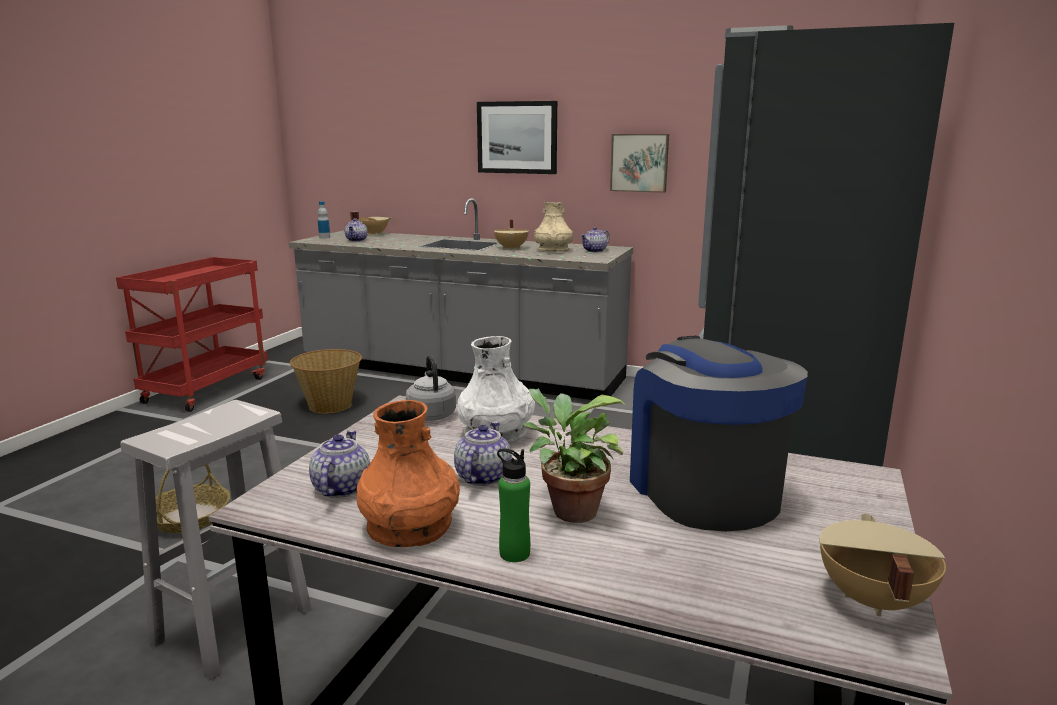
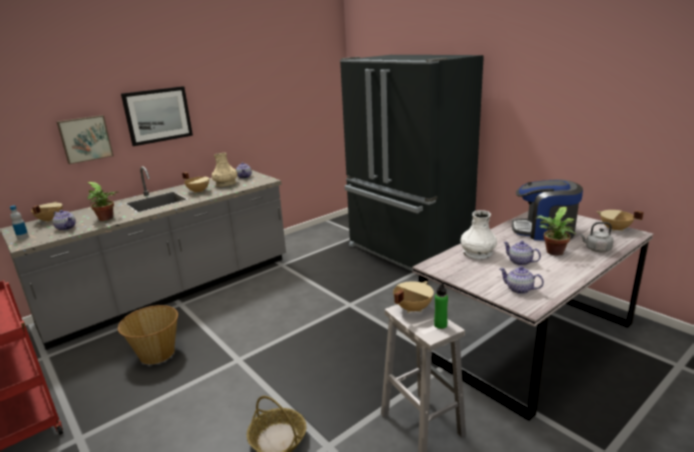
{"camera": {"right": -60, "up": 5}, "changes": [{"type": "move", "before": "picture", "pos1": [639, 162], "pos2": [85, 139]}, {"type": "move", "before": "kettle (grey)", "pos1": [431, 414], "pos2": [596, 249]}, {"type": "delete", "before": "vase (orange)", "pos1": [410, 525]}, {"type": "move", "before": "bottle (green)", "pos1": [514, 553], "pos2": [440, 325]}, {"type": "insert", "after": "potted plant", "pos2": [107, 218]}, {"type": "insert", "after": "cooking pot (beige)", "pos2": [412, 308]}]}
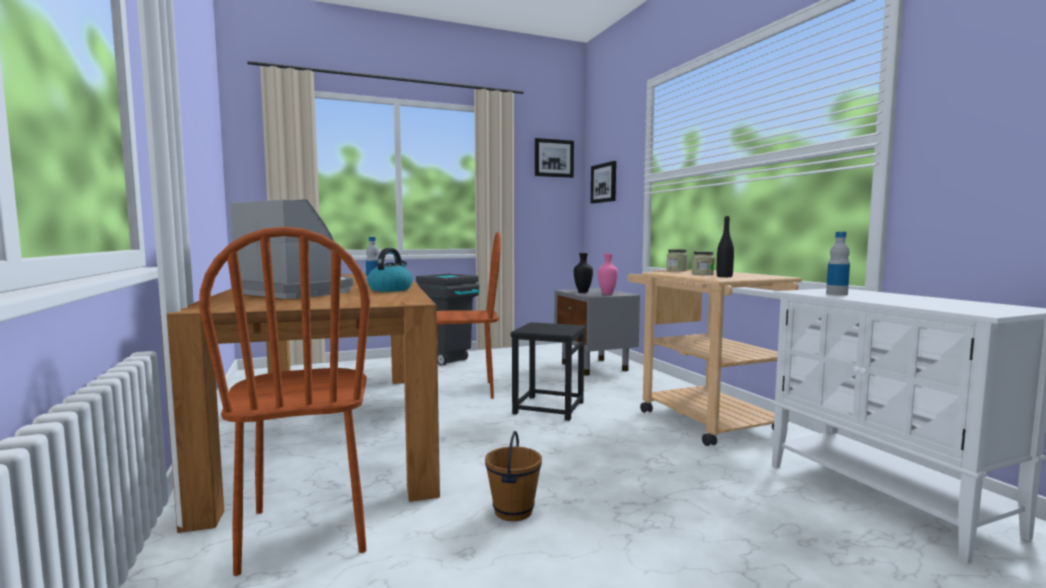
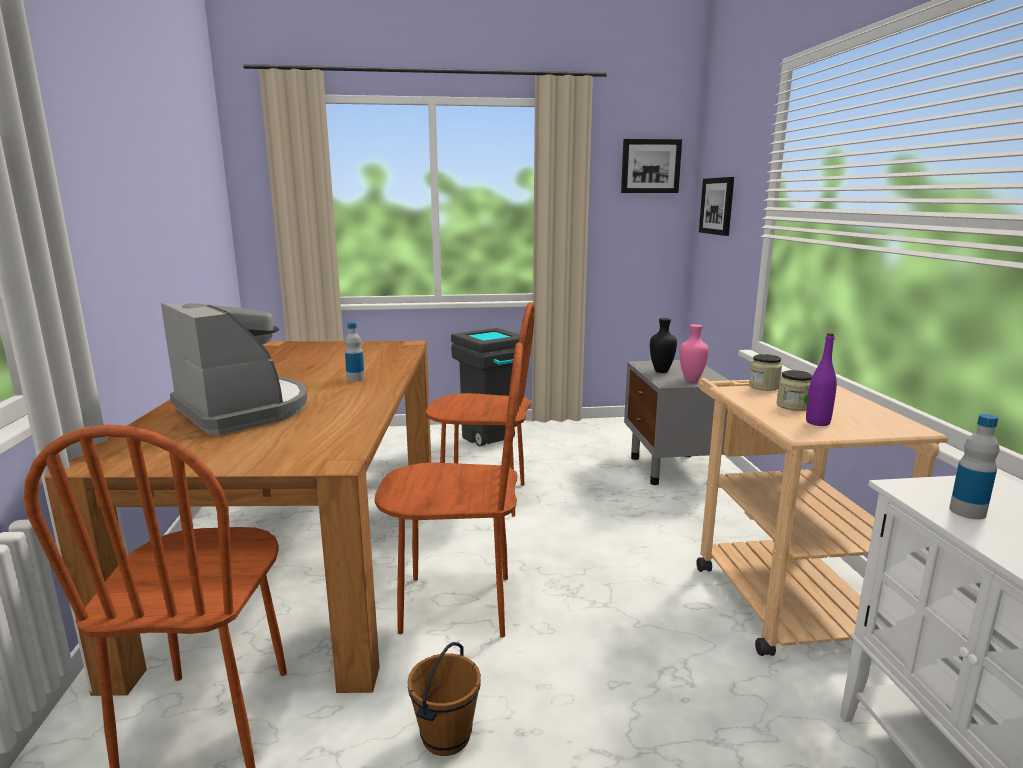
{"camera": {"right": 15, "up": 10}, "changes": [{"type": "recolor", "before": "bottle (black)", "after": "bottle (purple)", "pos1": [724, 276], "pos2": [817, 422]}, {"type": "delete", "before": "kettle", "pos1": [390, 289]}, {"type": "delete", "before": "stool (black)", "pos1": [548, 408]}, {"type": "insert", "after": "chair (brown)", "pos2": [456, 604]}]}
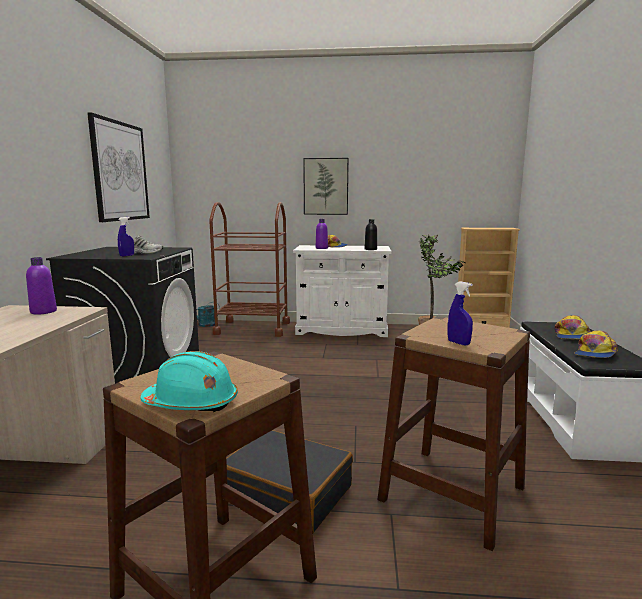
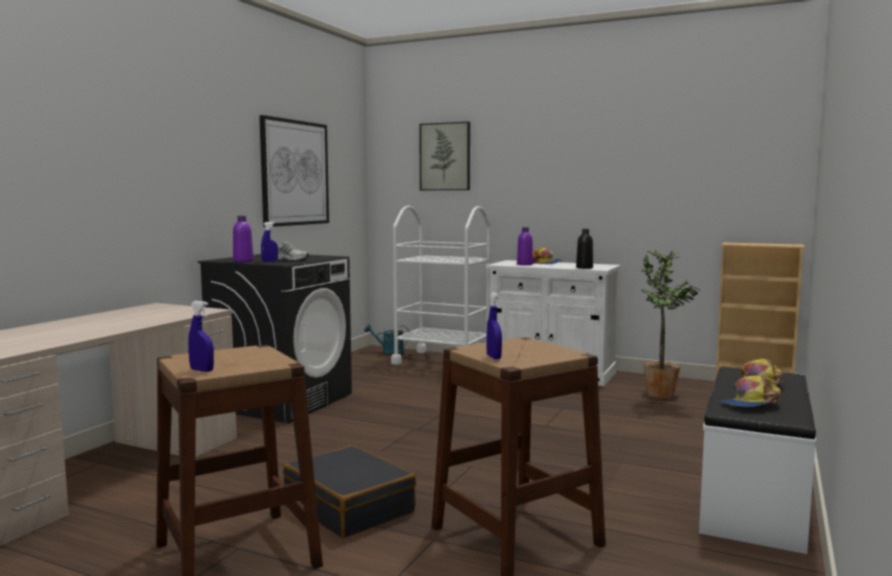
{"camera": {"right": 20, "up": -5}, "changes": [{"type": "move", "before": "picture", "pos1": [326, 186], "pos2": [445, 156]}, {"type": "recolor", "before": "cart (brown)", "after": "cart (white)", "pos1": [253, 328], "pos2": [442, 361]}, {"type": "move", "before": "bottle (purple)", "pos1": [43, 311], "pos2": [243, 261]}, {"type": "replace", "before": "hard hat (turquoise)", "after": "spray bottle (blue)", "pos1": [192, 403], "pos2": [202, 370]}]}
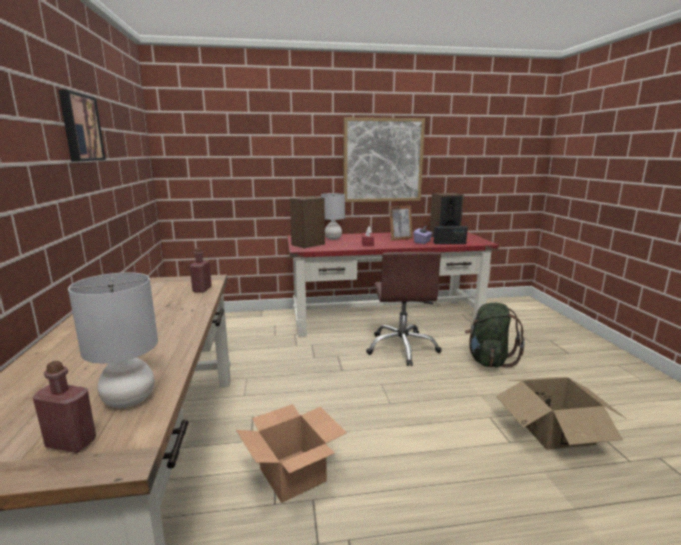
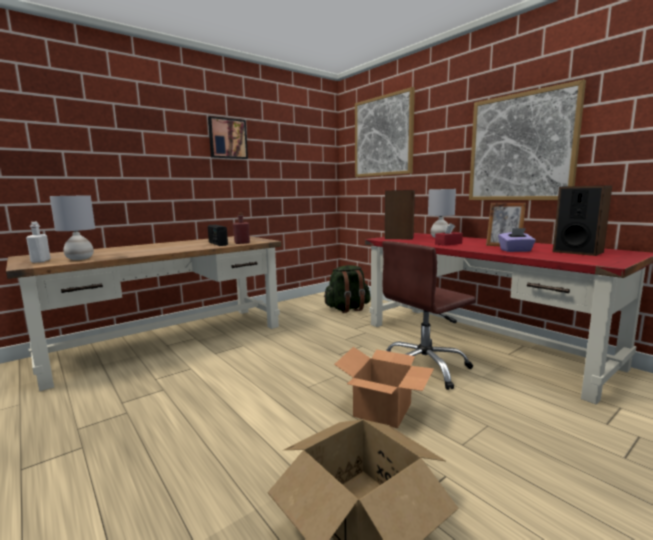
{"camera": {"right": 60, "up": -5}, "changes": [{"type": "move", "before": "radio", "pos1": [449, 243], "pos2": [217, 244]}, {"type": "move", "before": "backpack (green)", "pos1": [488, 360], "pos2": [347, 309]}, {"type": "recolor", "before": "bottle (red)", "after": "bottle (white)", "pos1": [71, 443], "pos2": [41, 261]}, {"type": "move", "before": "cardboard box", "pos1": [291, 474], "pos2": [382, 409]}, {"type": "insert", "after": "picture", "pos2": [383, 136]}]}
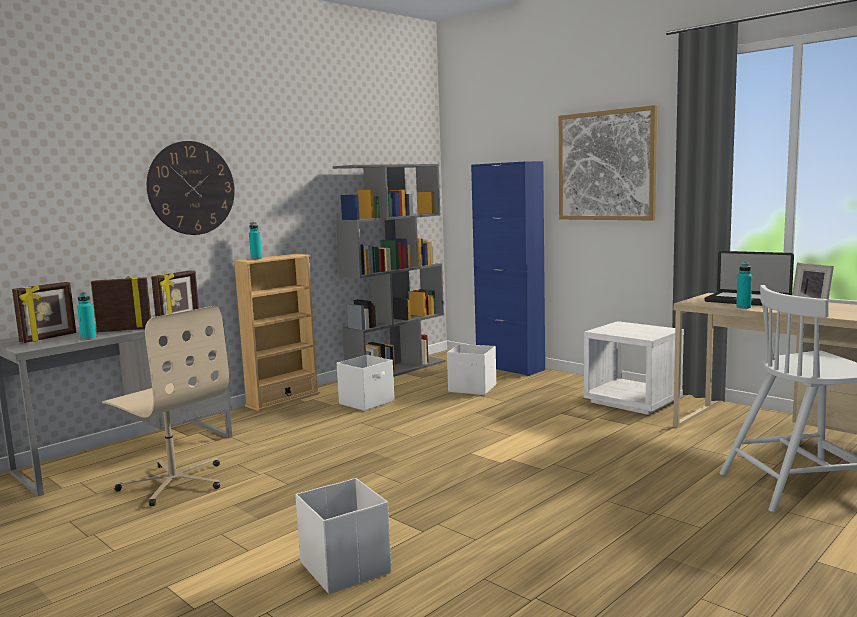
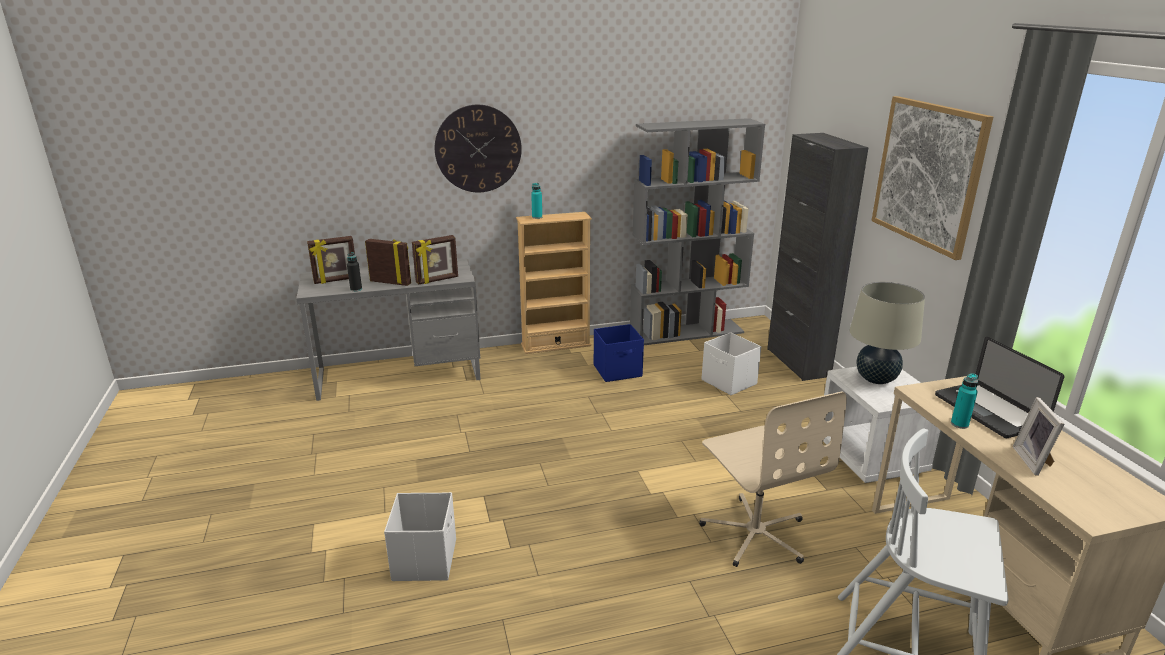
{"camera": {"right": 30, "up": 15}, "changes": [{"type": "recolor", "before": "cabinet (blue)", "after": "cabinet (black)", "pos1": [510, 368], "pos2": [798, 362]}, {"type": "recolor", "before": "bottle (turquoise)", "after": "bottle (black)", "pos1": [88, 338], "pos2": [356, 289]}, {"type": "move", "before": "office chair (beige)", "pos1": [174, 482], "pos2": [755, 533]}, {"type": "recolor", "before": "storage box (white)", "after": "storage box (blue)", "pos1": [367, 402], "pos2": [618, 371]}, {"type": "insert", "after": "table lamp (beige)", "pos2": [876, 379]}]}
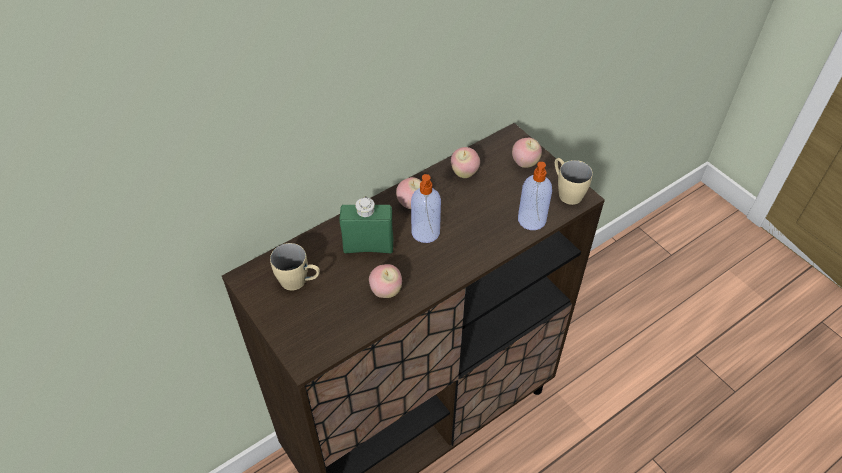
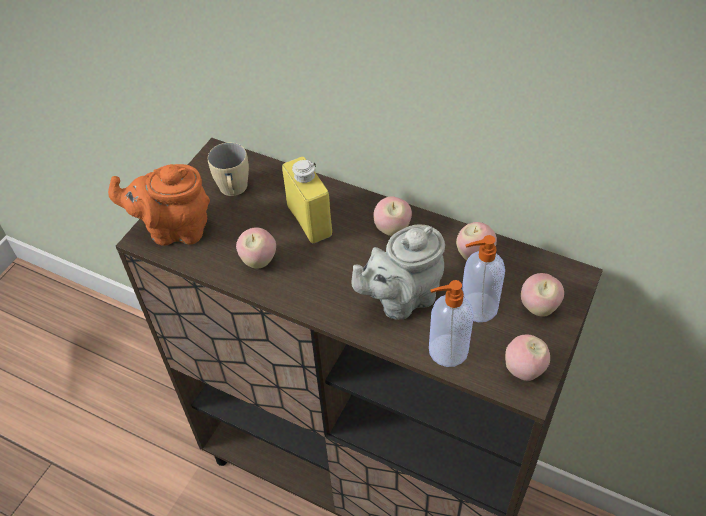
{"camera": {"right": 65, "up": 0}, "changes": [{"type": "replace", "before": "mug (beige)", "after": "apple", "pos1": [566, 192], "pos2": [523, 370]}, {"type": "move", "before": "soap dispenser", "pos1": [425, 233], "pos2": [477, 307]}, {"type": "recolor", "before": "bottle (green)", "after": "bottle (yellow)", "pos1": [368, 246], "pos2": [309, 221]}, {"type": "insert", "after": "teapot (orange)", "pos2": [175, 229]}, {"type": "insert", "after": "teapot (grey)", "pos2": [401, 299]}]}
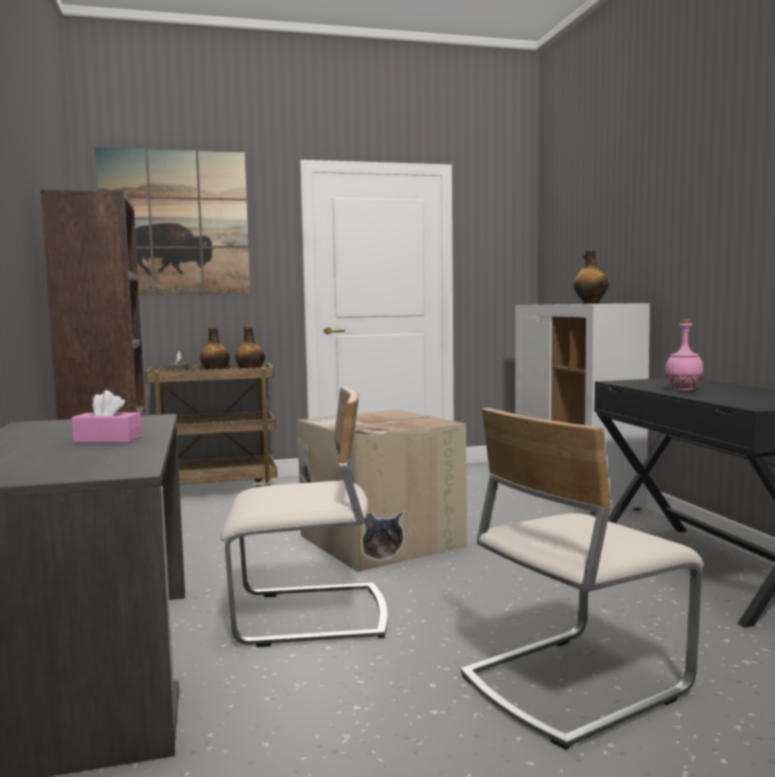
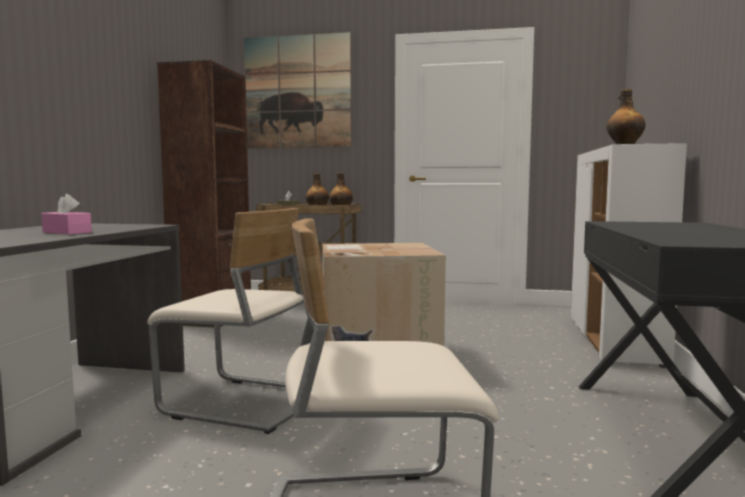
{"camera": {"right": 25, "up": 0}, "changes": [{"type": "delete", "before": "bottle (pink)", "pos1": [683, 390]}]}
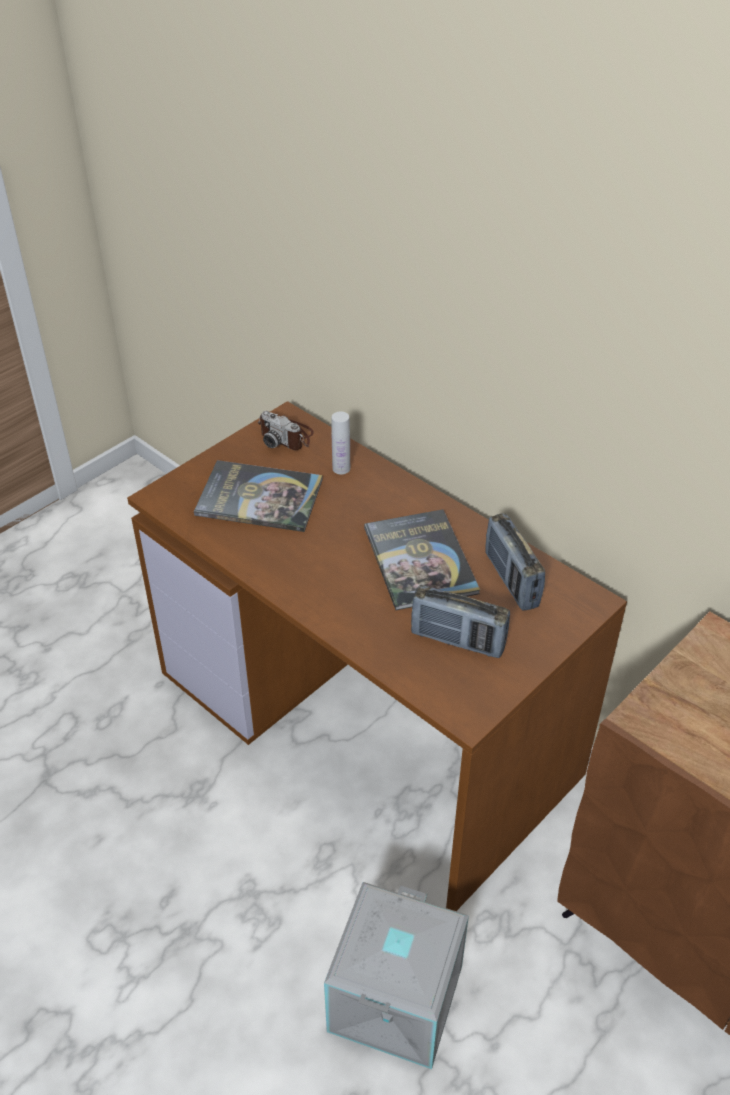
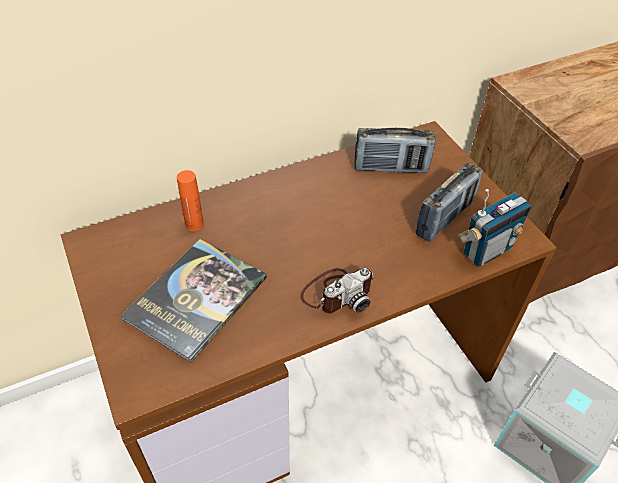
{"camera": {"right": -70, "up": 5}, "changes": [{"type": "move", "before": "photo camera", "pos1": [286, 436], "pos2": [337, 293]}, {"type": "recolor", "before": "bottle (white)", "after": "bottle (orange)", "pos1": [341, 468], "pos2": [194, 224]}, {"type": "delete", "before": "book", "pos1": [420, 560]}, {"type": "insert", "after": "radio", "pos2": [486, 250]}]}
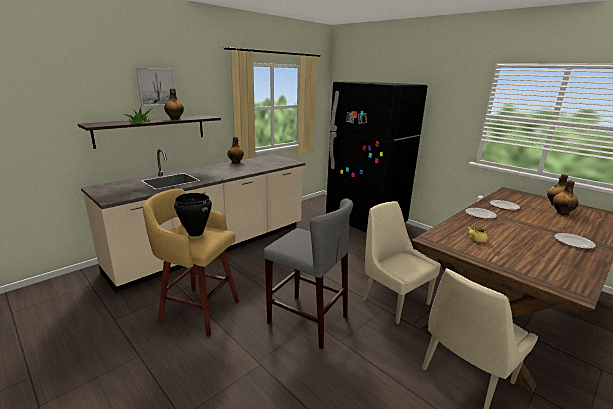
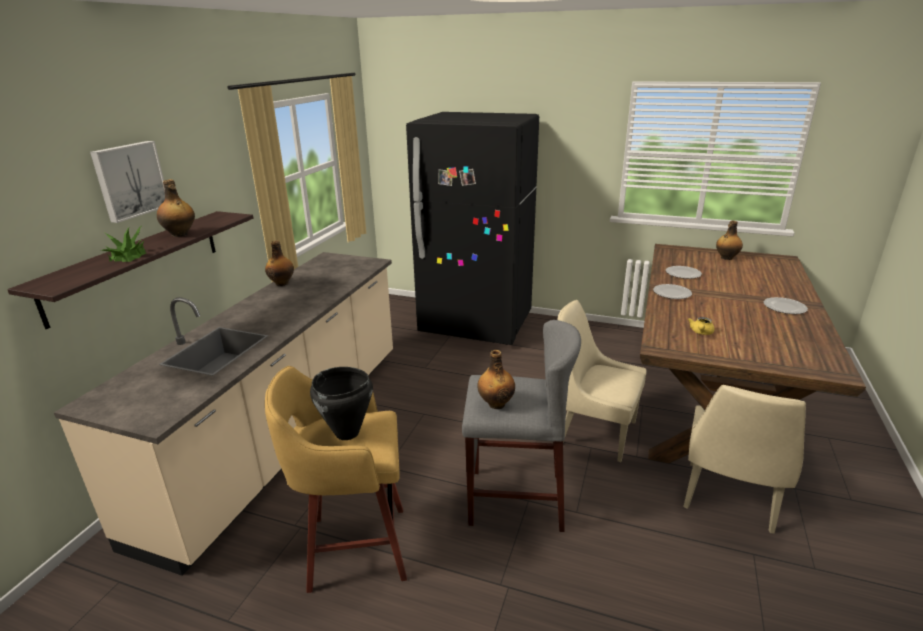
{"camera": {"right": -25, "up": 5}, "changes": [{"type": "move", "before": "bottle", "pos1": [561, 213], "pos2": [496, 404]}]}
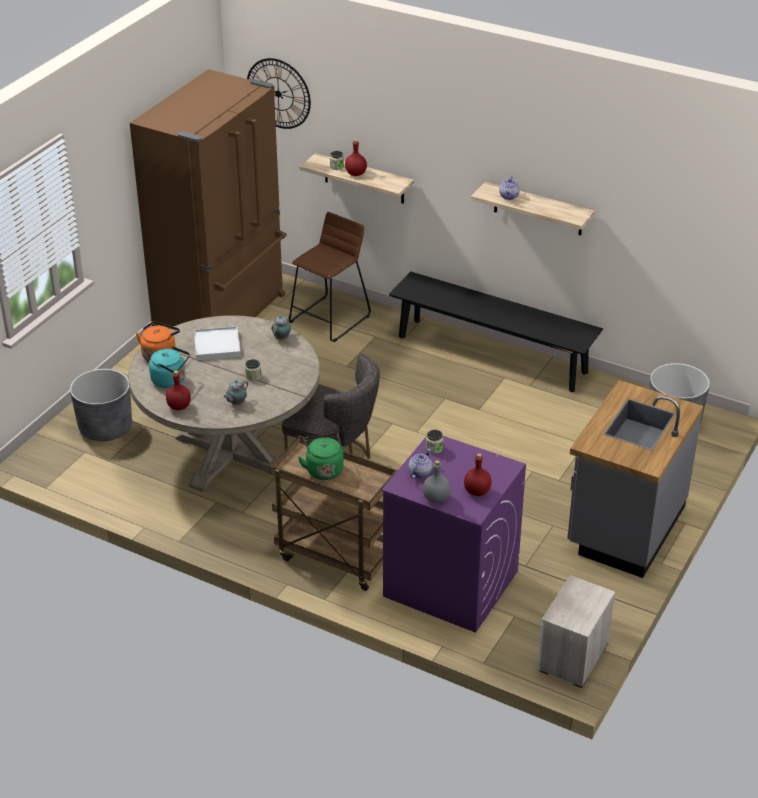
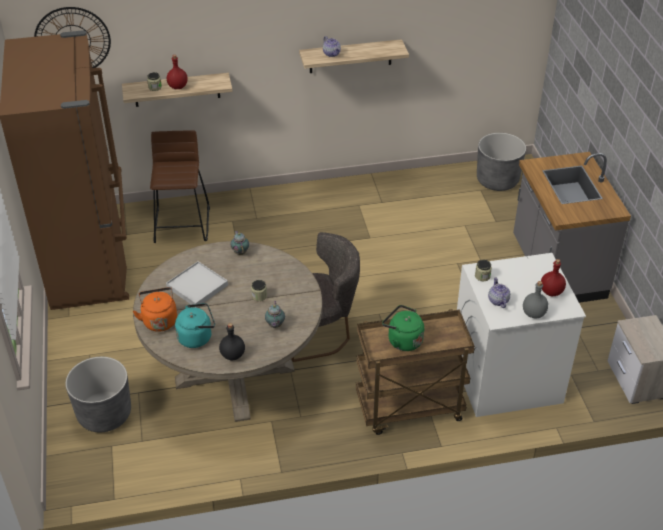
{"camera": {"right": -40, "up": 5}, "changes": [{"type": "delete", "before": "bench (black)", "pos1": [492, 354]}, {"type": "recolor", "before": "bottle (red)", "after": "bottle (black)", "pos1": [179, 406], "pos2": [233, 355]}, {"type": "recolor", "before": "washing machine (purple)", "after": "washing machine (white)", "pos1": [450, 583], "pos2": [505, 378]}]}
